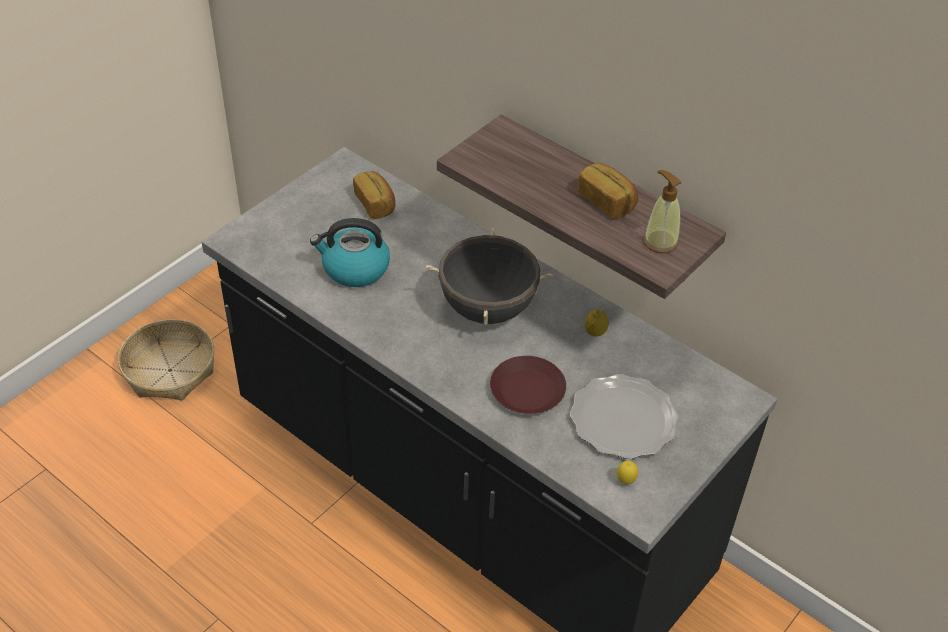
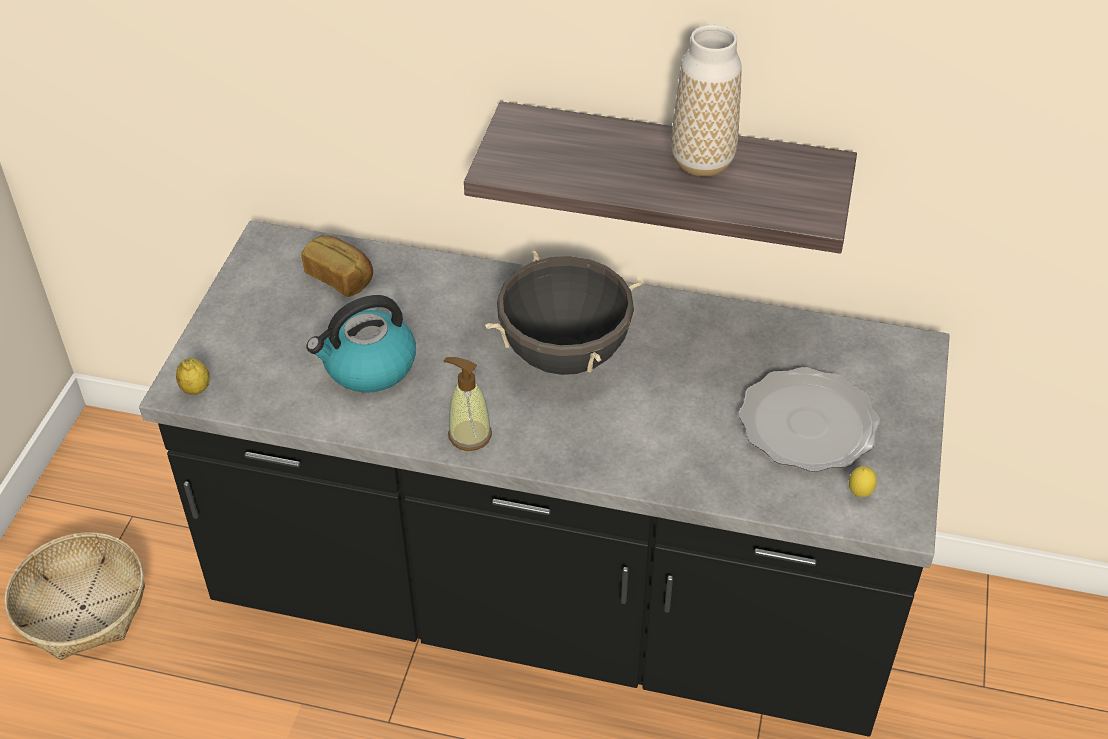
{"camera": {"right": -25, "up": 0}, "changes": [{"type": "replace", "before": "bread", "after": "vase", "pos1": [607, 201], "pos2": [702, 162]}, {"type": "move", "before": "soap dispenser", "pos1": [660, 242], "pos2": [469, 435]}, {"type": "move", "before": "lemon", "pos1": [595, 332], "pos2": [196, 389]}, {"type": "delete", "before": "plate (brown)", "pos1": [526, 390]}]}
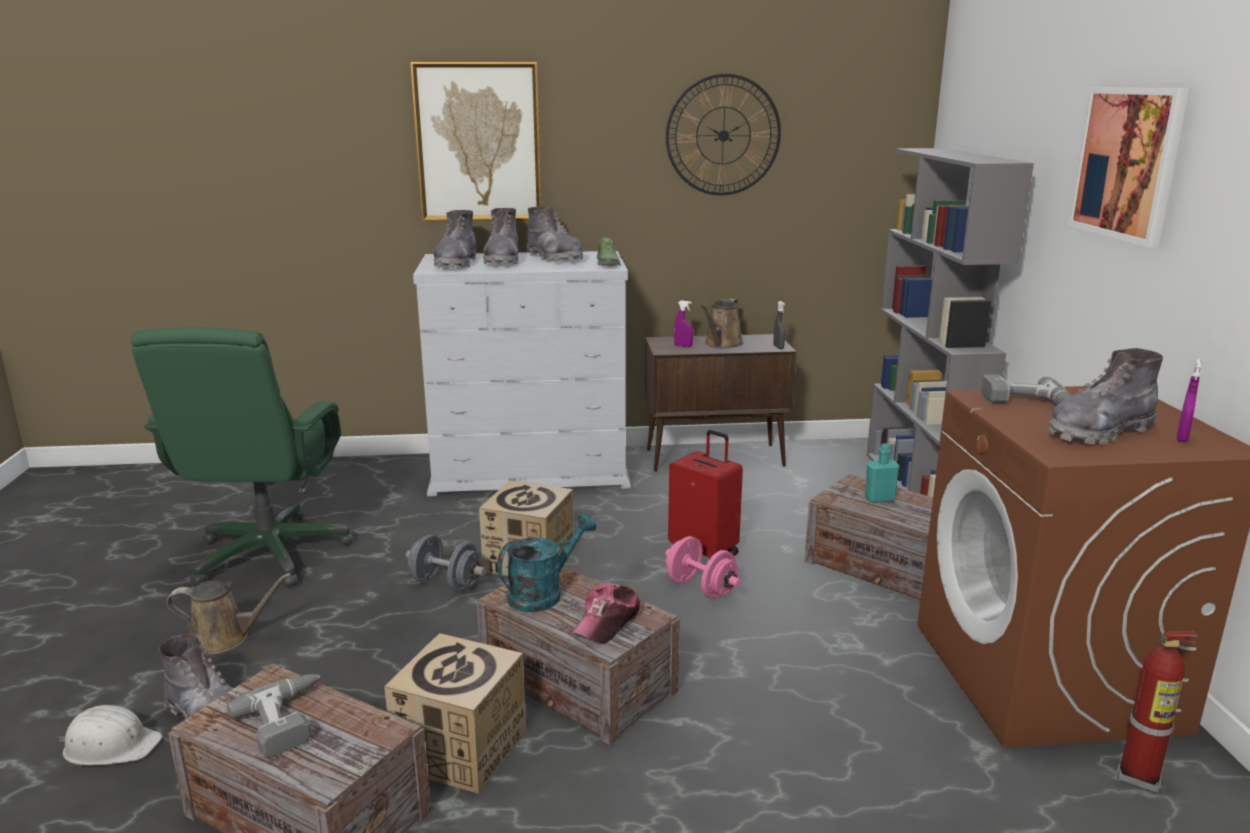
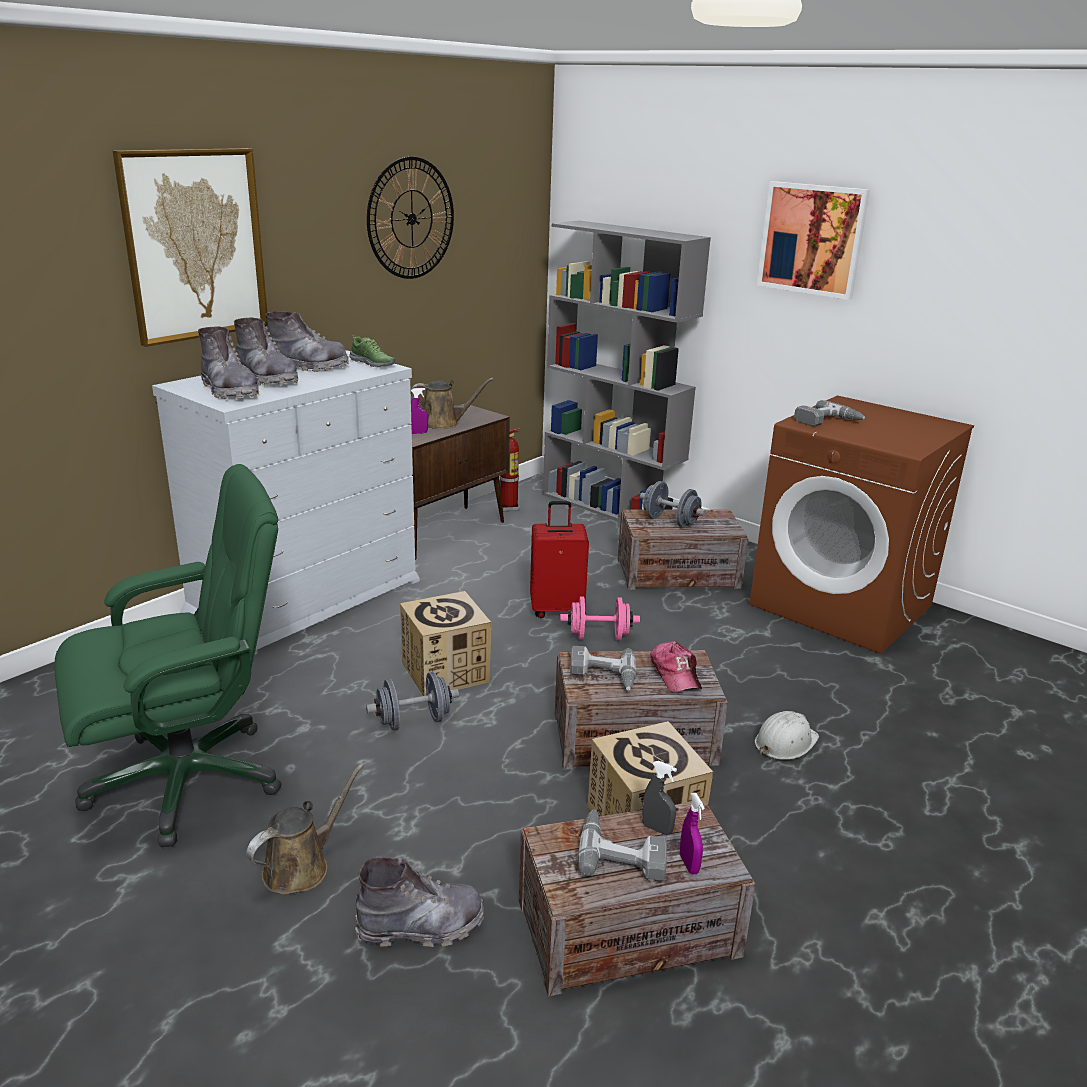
{"camera": {"right": -45, "up": 5}, "changes": [{"type": "rotate", "before": "watering can (brown)", "pos1": [722, 344], "pos2": [444, 423], "turn": -75}, {"type": "move", "before": "spray bottle (grey)", "pos1": [778, 347], "pos2": [657, 829]}, {"type": "rotate", "before": "office chair (green)", "pos1": [269, 554], "pos2": [188, 779], "turn": -75}, {"type": "delete", "before": "boot (grey)", "pos1": [1099, 432]}, {"type": "move", "before": "spray bottle (purple)", "pos1": [1182, 438], "pos2": [689, 864]}, {"type": "replace", "before": "bottle (turquoise)", "after": "dumbbell (grey)", "pos1": [879, 499], "pos2": [670, 521]}, {"type": "replace", "before": "watering can (turquoise)", "after": "power drill", "pos1": [543, 594], "pos2": [602, 676]}, {"type": "move", "before": "fire extinguisher", "pos1": [1140, 776], "pos2": [509, 507]}, {"type": "move", "before": "hard hat (white)", "pos1": [111, 746], "pos2": [785, 742]}]}
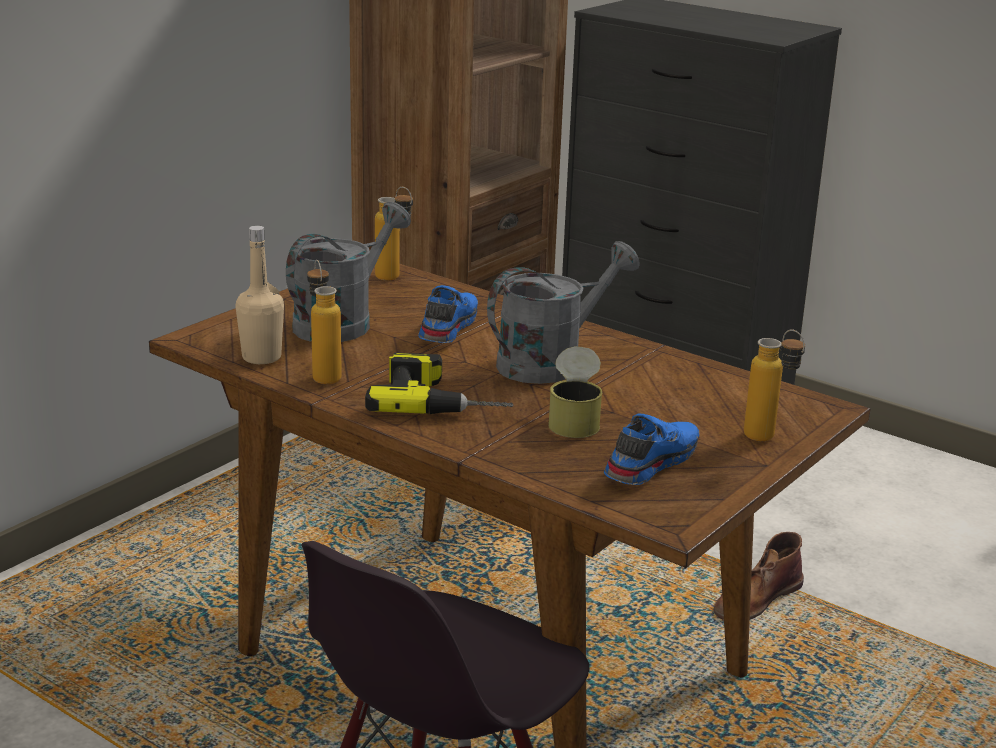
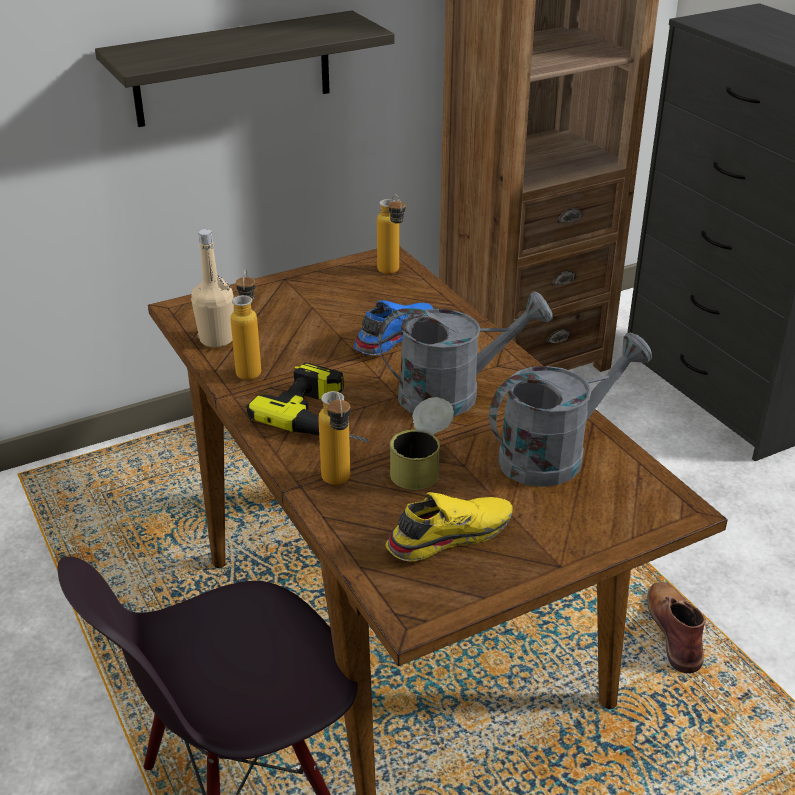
{"camera": {"right": 25, "up": 10}, "changes": [{"type": "move", "before": "watering can (grey)", "pos1": [342, 322], "pos2": [554, 454]}, {"type": "move", "before": "bottle", "pos1": [768, 440], "pos2": [338, 484]}, {"type": "recolor", "before": "shoe (blue)", "after": "shoe (yellow)", "pos1": [649, 463], "pos2": [448, 535]}, {"type": "rotate", "before": "boot (brown)", "pos1": [756, 599], "pos2": [674, 629], "turn": 105}, {"type": "insert", "after": "shelf", "pos2": [233, 69]}]}
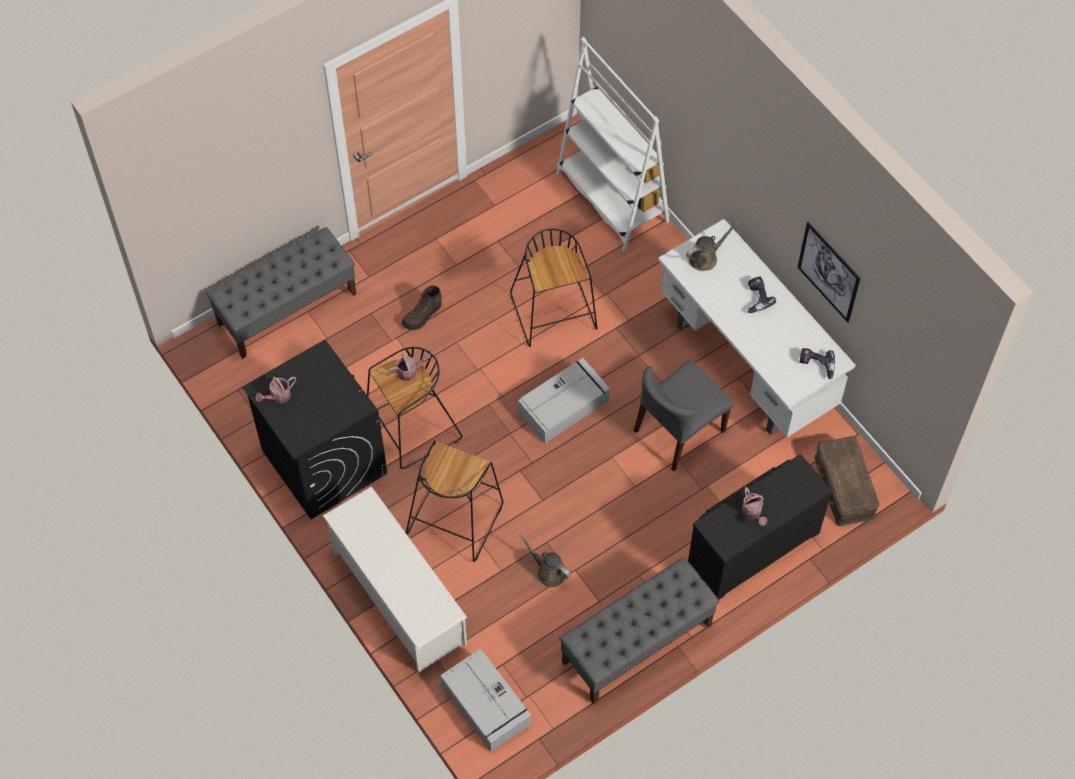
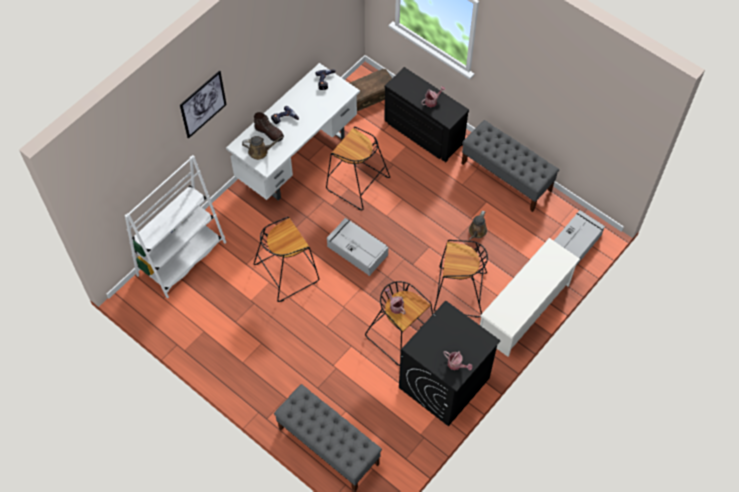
{"camera": {"right": -105, "up": 0}, "changes": [{"type": "rotate", "before": "watering can (brown)", "pos1": [705, 257], "pos2": [260, 151], "turn": 135}, {"type": "move", "before": "picture", "pos1": [828, 272], "pos2": [203, 104]}, {"type": "move", "before": "boot (brown)", "pos1": [422, 316], "pos2": [269, 133]}, {"type": "replace", "before": "chair (grey)", "after": "stool (black)", "pos1": [679, 431], "pos2": [356, 183]}]}
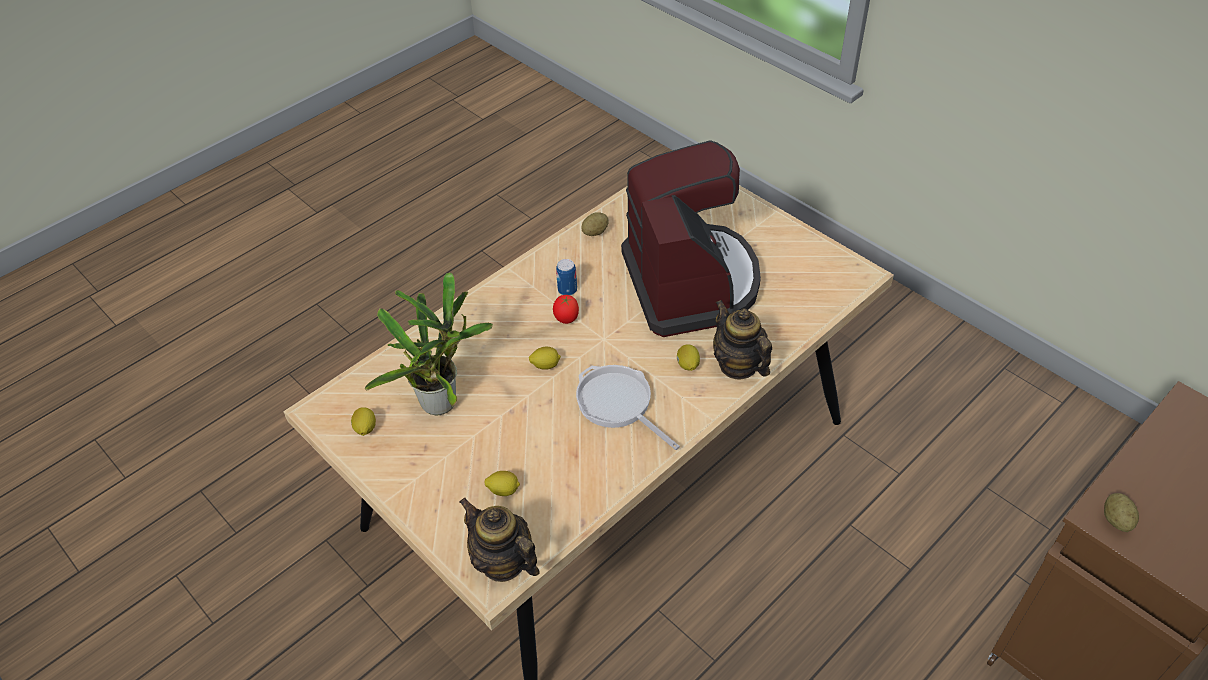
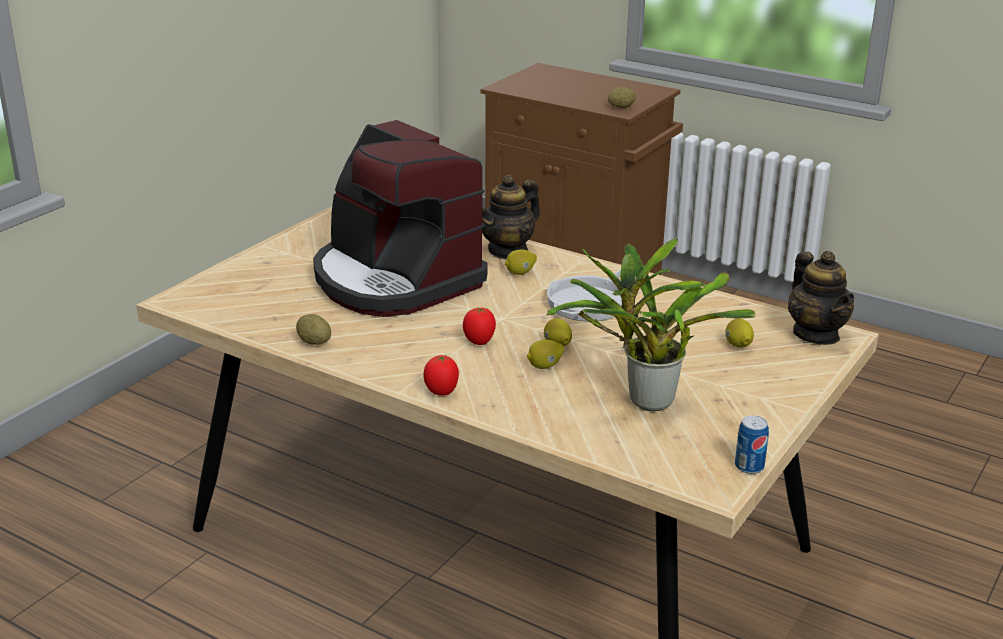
{"camera": {"right": -105, "up": -20}, "changes": [{"type": "rotate", "before": "coffee machine", "pos1": [691, 283], "pos2": [395, 280], "turn": -105}, {"type": "move", "before": "can", "pos1": [567, 290], "pos2": [749, 466]}, {"type": "move", "before": "lemon", "pos1": [365, 429], "pos2": [545, 366]}, {"type": "rotate", "before": "teapot", "pos1": [503, 562], "pos2": [816, 334], "turn": -45}, {"type": "insert", "after": "tomato", "pos2": [441, 392]}]}
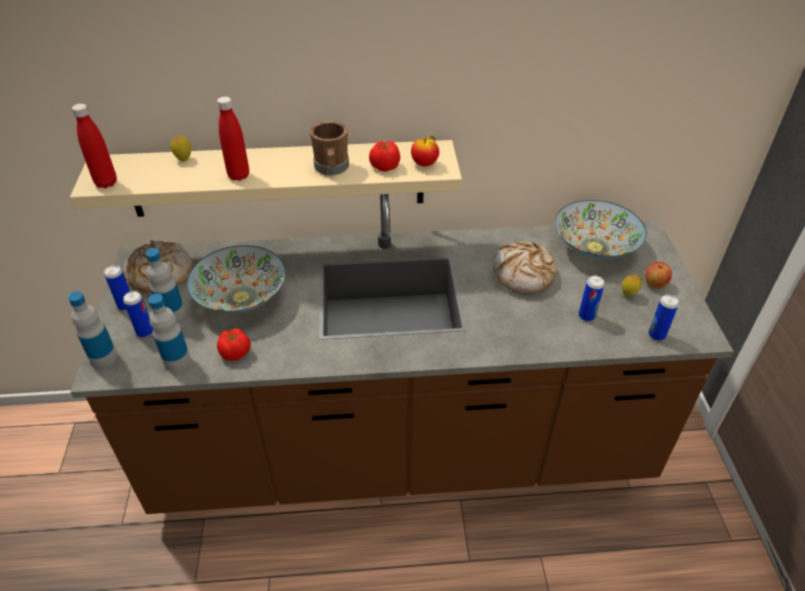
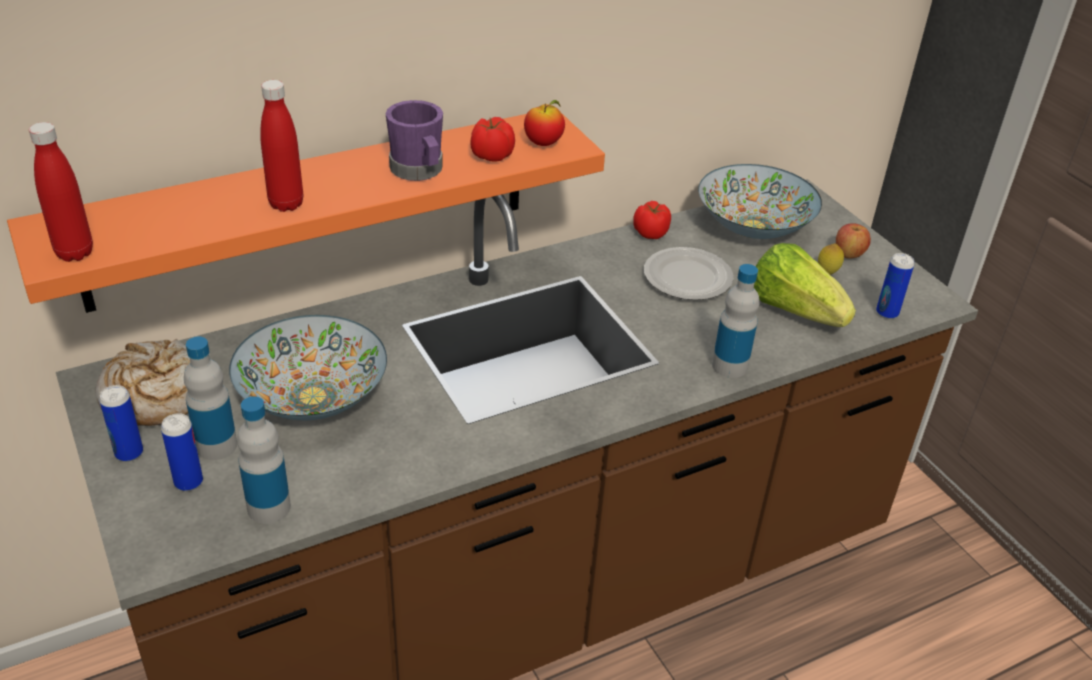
{"camera": {"right": -25, "up": -5}, "changes": [{"type": "recolor", "before": "mug (brown)", "after": "mug (purple)", "pos1": [332, 168], "pos2": [419, 171]}, {"type": "delete", "before": "lemon", "pos1": [184, 159]}, {"type": "recolor", "before": "shelf (beige)", "after": "shelf (orange)", "pos1": [277, 178], "pos2": [312, 208]}, {"type": "replace", "before": "bread", "after": "plate", "pos1": [523, 275], "pos2": [688, 278]}, {"type": "replace", "before": "can", "after": "lettuce", "pos1": [586, 316], "pos2": [794, 310]}, {"type": "move", "before": "bottle", "pos1": [103, 357], "pos2": [729, 366]}, {"type": "move", "before": "tomato", "pos1": [236, 353], "pos2": [651, 233]}]}
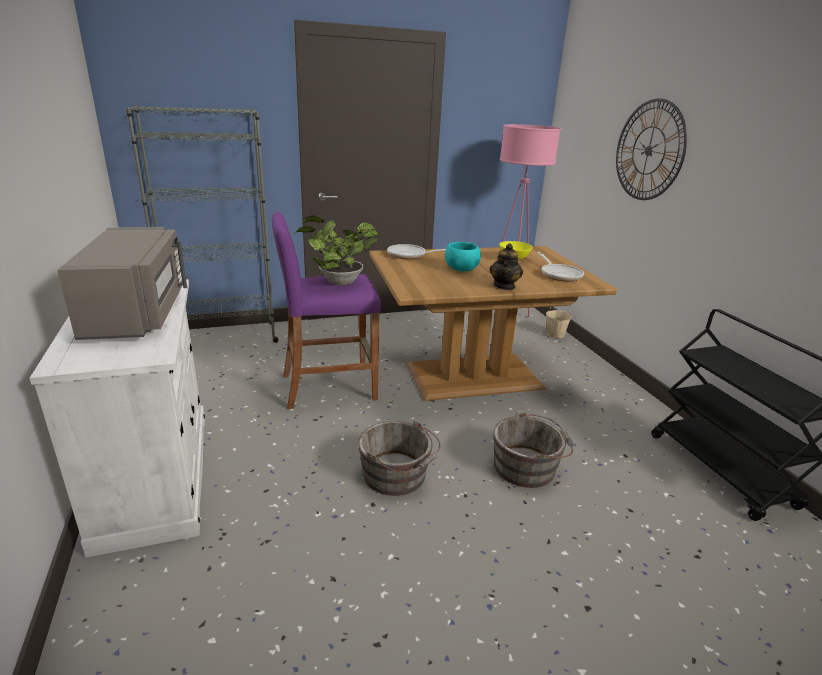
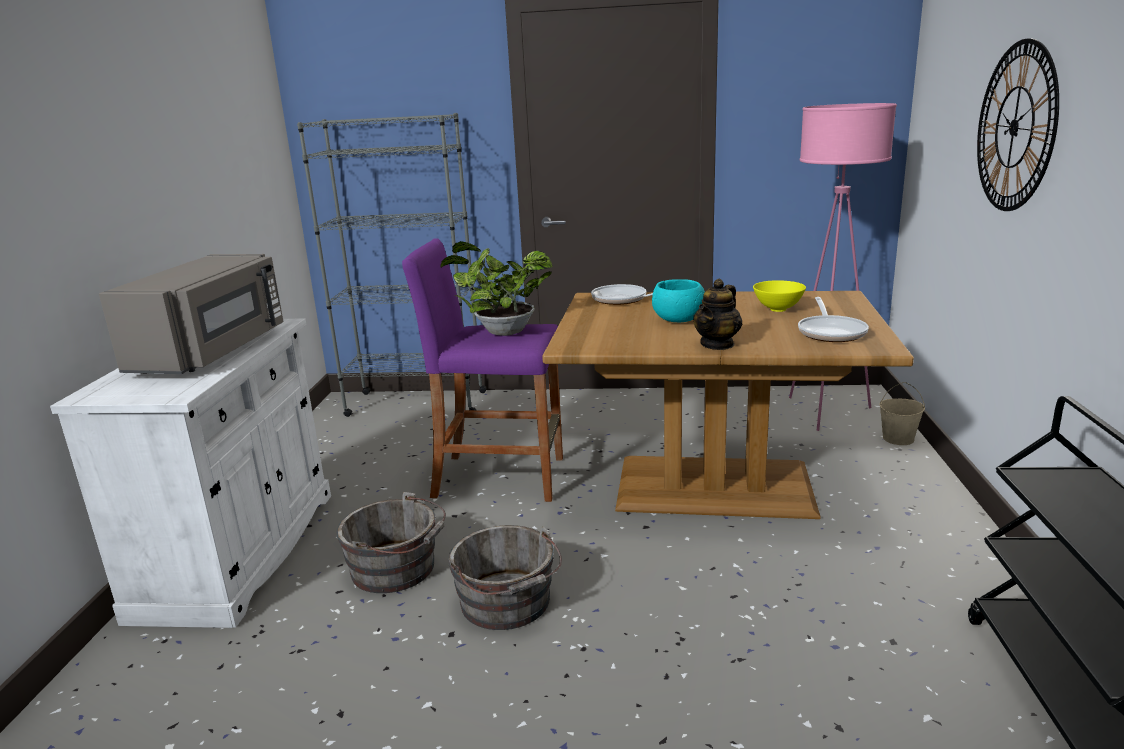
{"camera": {"right": 25, "up": -5}, "changes": [{"type": "move", "before": "bucket (grey)", "pos1": [528, 467], "pos2": [398, 569]}]}
